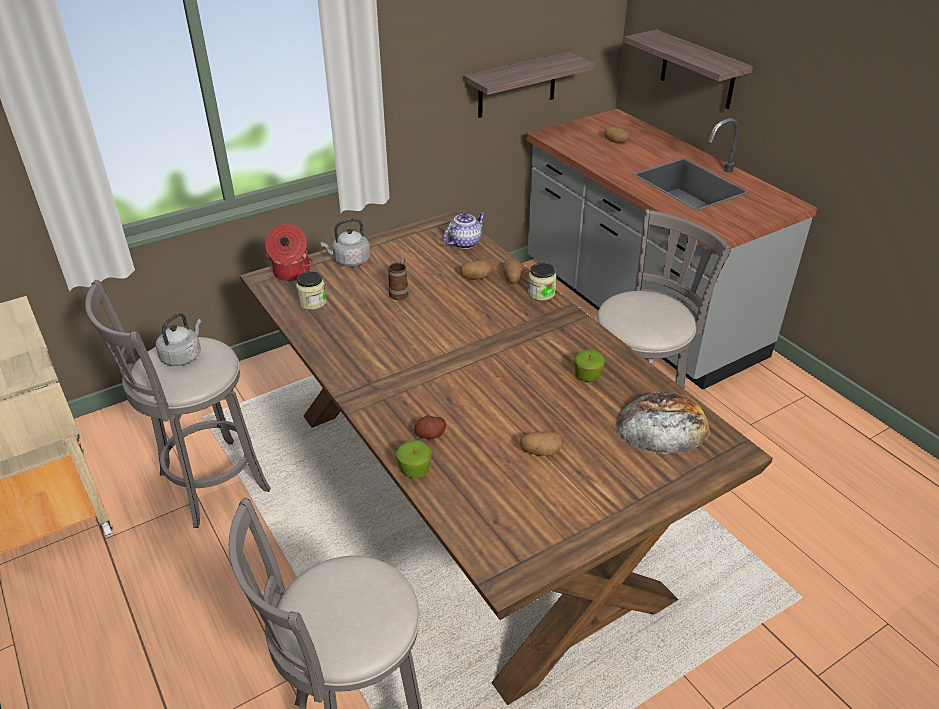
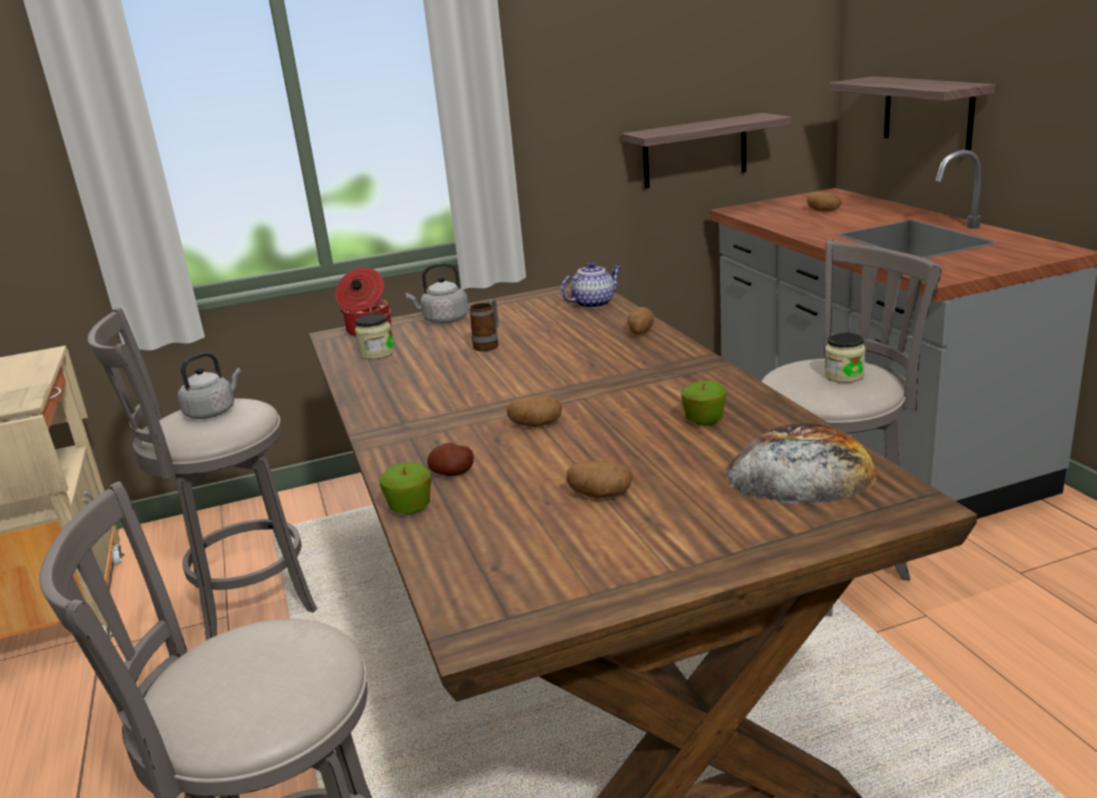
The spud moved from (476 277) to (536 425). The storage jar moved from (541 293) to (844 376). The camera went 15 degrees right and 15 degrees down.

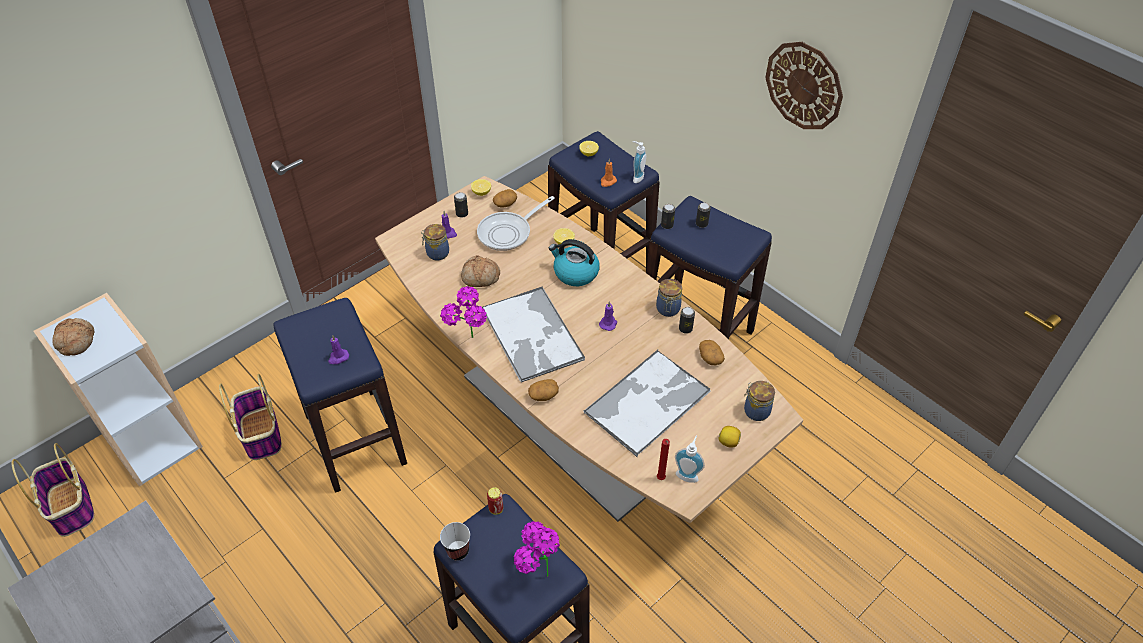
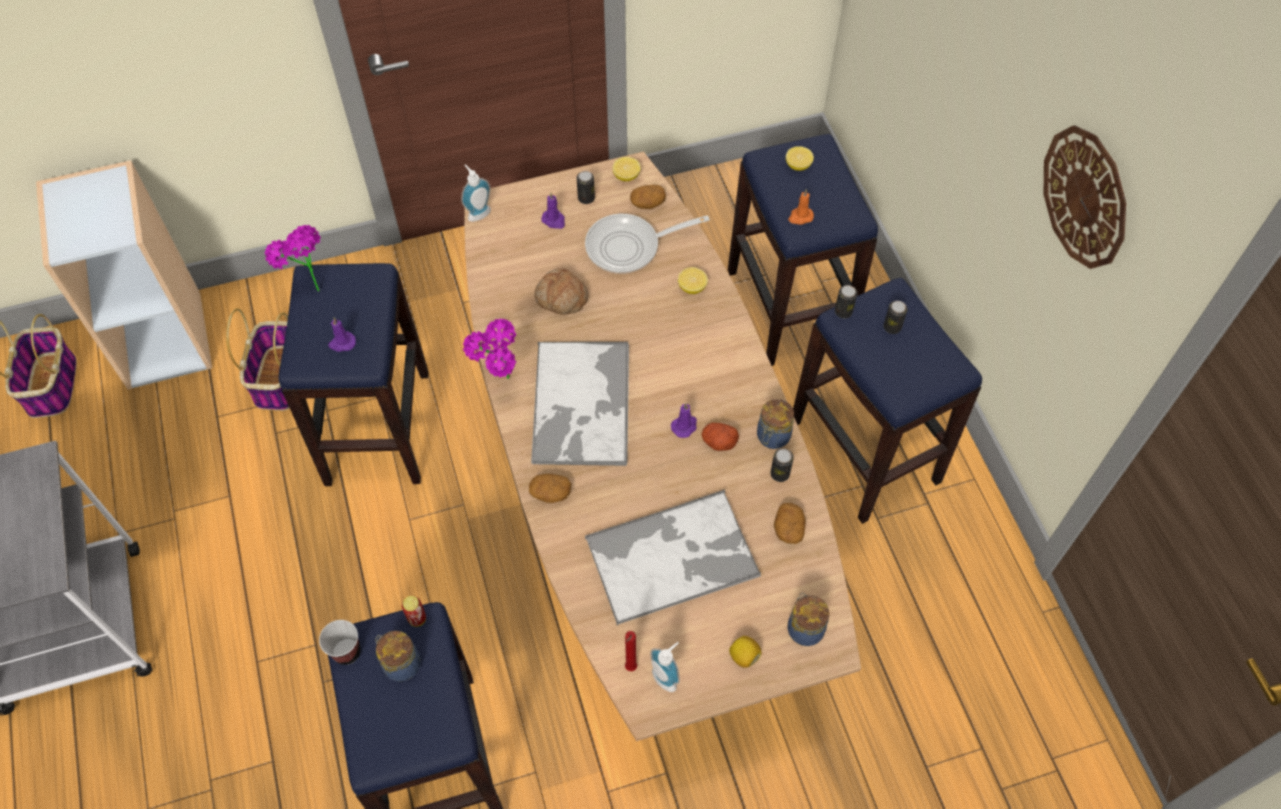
The bakery bread at (75 341) disappeared. The tea kettle at (575 273) disappeared. The spud at (718 442) appeared. The storage jar moved from (436 253) to (401 664). The potted plant moved from (536 575) to (309 286). The liquid soap bottle moved from (636 177) to (477 212). The camera went 25 degrees right and 10 degrees up.

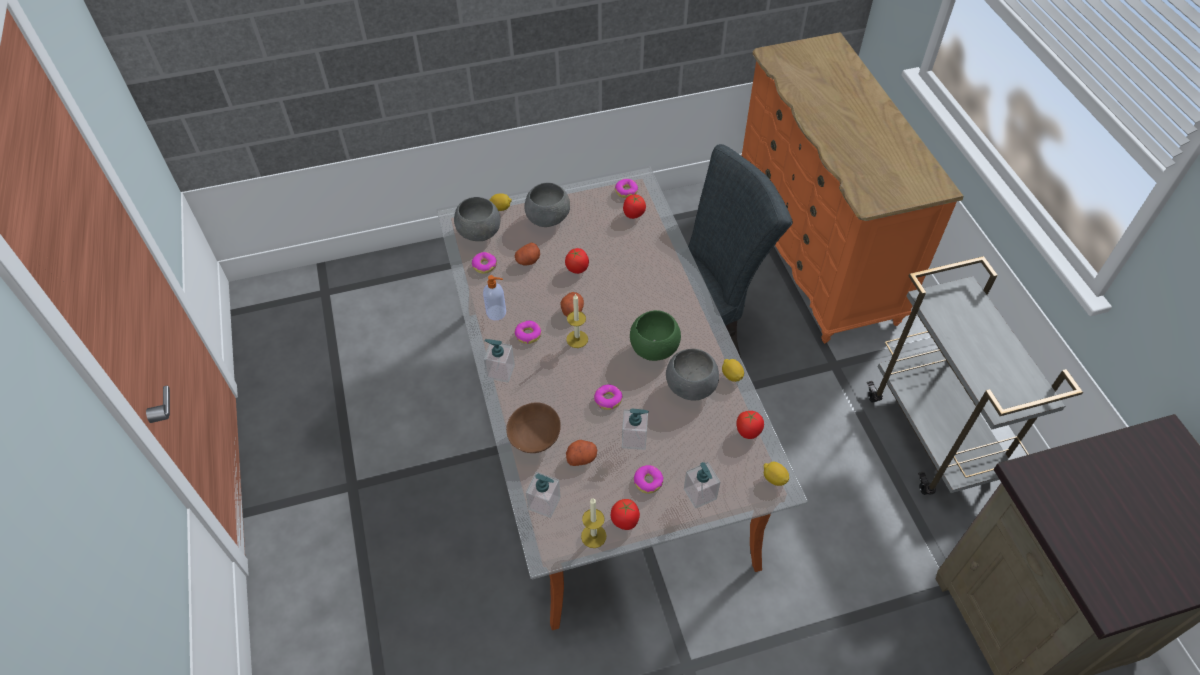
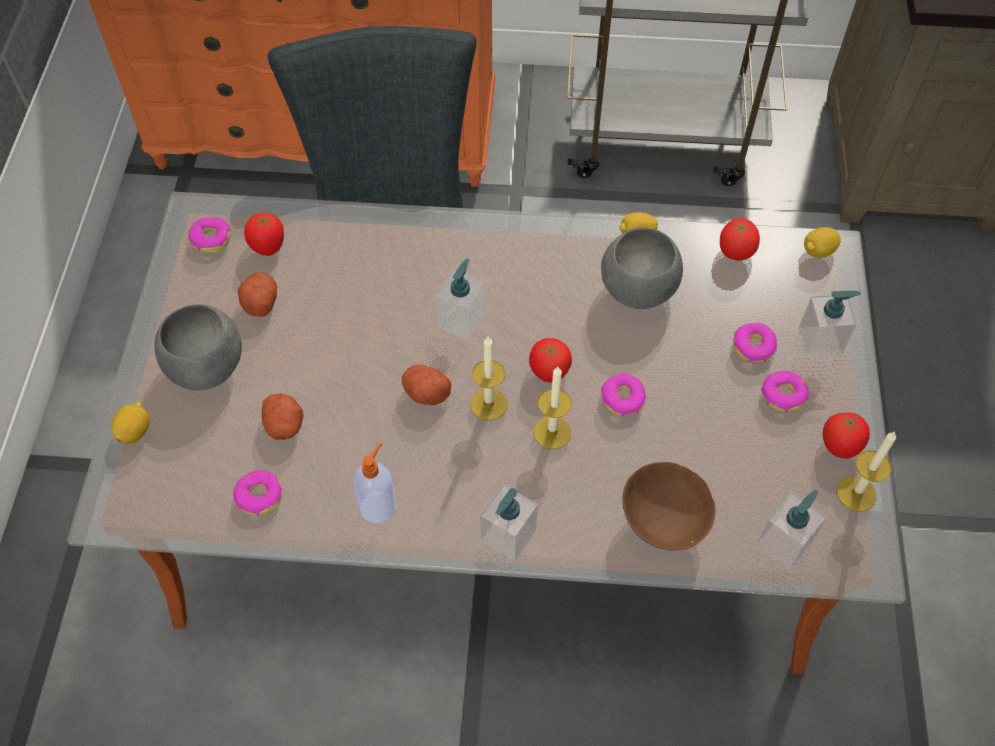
The gray deep dish at (479 234) disappeared. The green-coloured deep dish at (653 348) disappeared. The candle at (552 432) appeared. The doughnut moved from (528 334) to (753 347). The fresh tomato moved from (577 268) to (548 371). The spud moved from (581 457) to (260 302). The liquid soap bottle moved from (634 439) to (461 320). The camera went 70 degrees left and 5 degrees up.

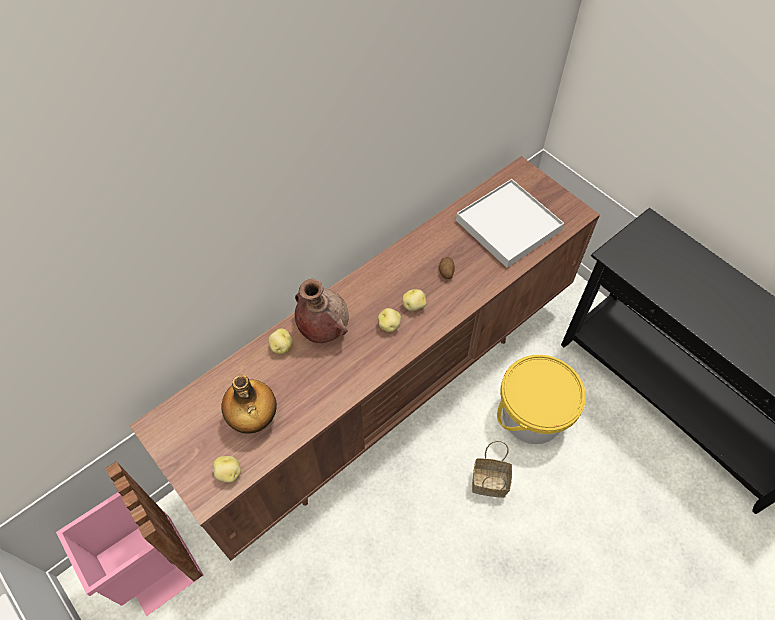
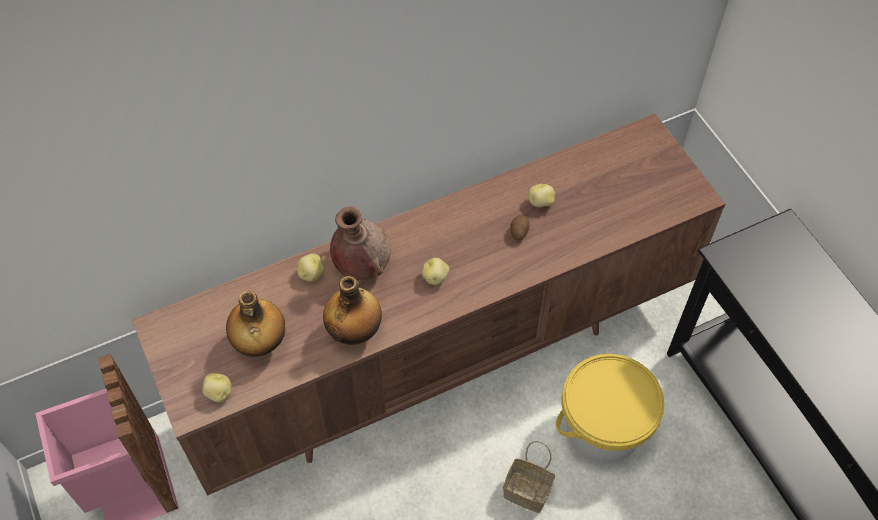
The white tray at (508 226) disappeared. The drink bottle at (355 331) appeared. The spud moved from (414 305) to (541 202). The camera went 15 degrees right and 0 degrees up.

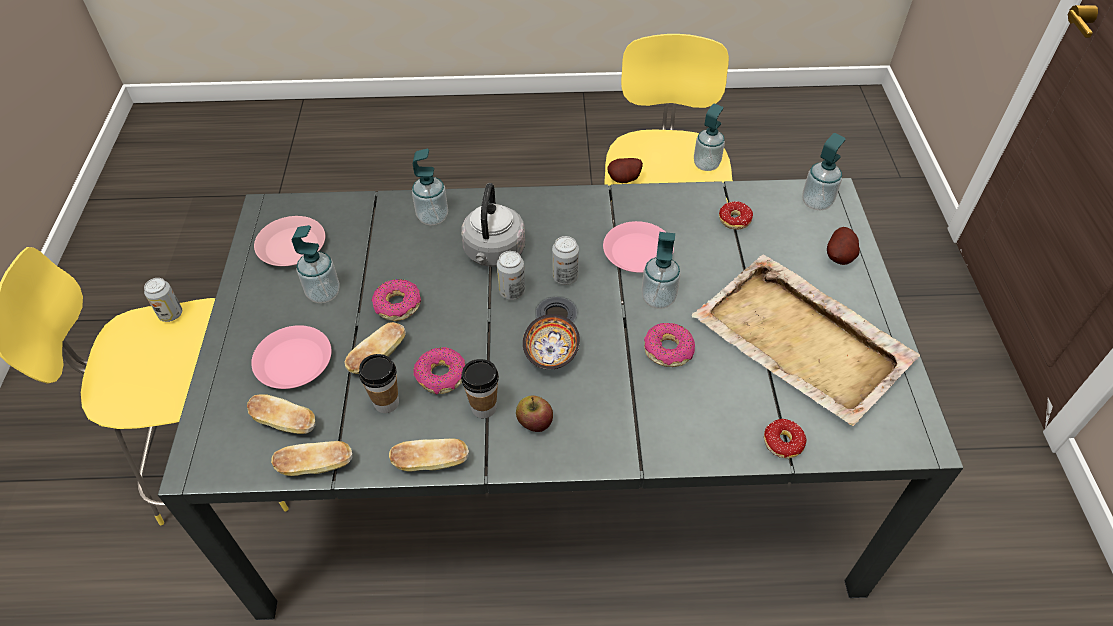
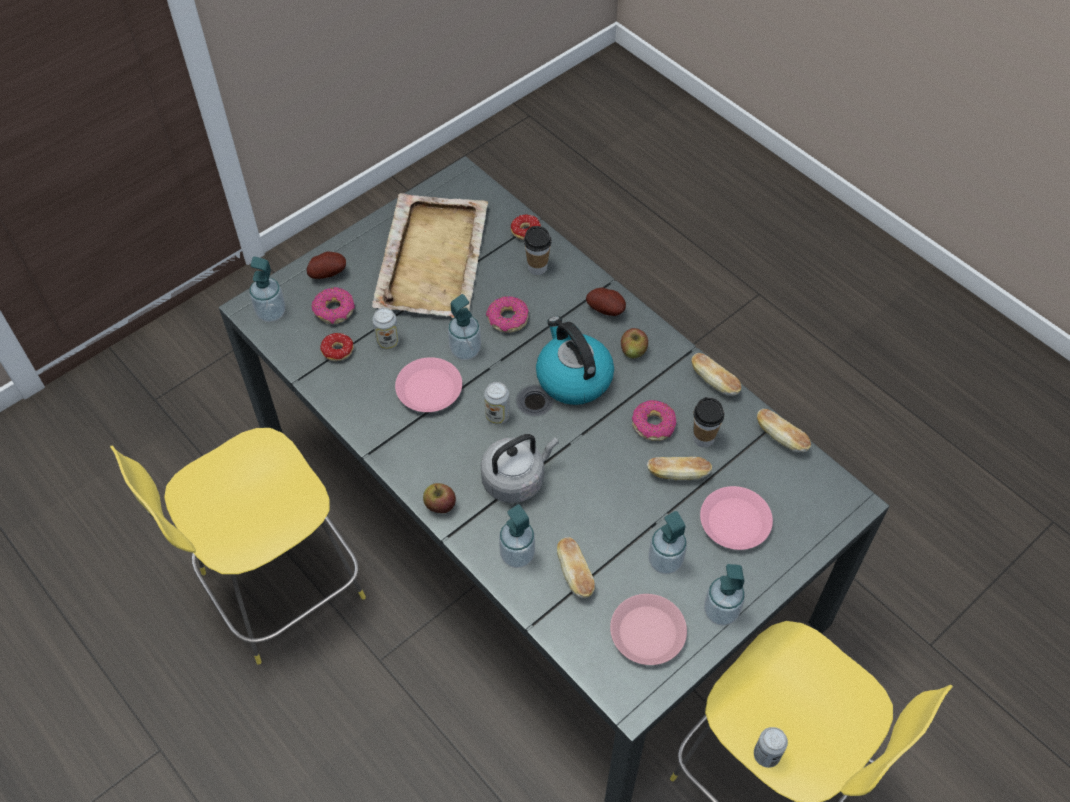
The whole apple at (440 505) appeared. The bakery bread moved from (285 423) to (575 574). The doughnut moved from (397 305) to (334 311). The small cup moved from (484 408) to (537 268). The can moved from (512 292) to (388 342). The spud moved from (625 180) to (607 310). The liquid soap bottle moved from (706 164) to (720 612). The deep dish at (551 352) was replaced by the tea kettle at (573 378). The camera went 130 degrees left and 5 degrees up.

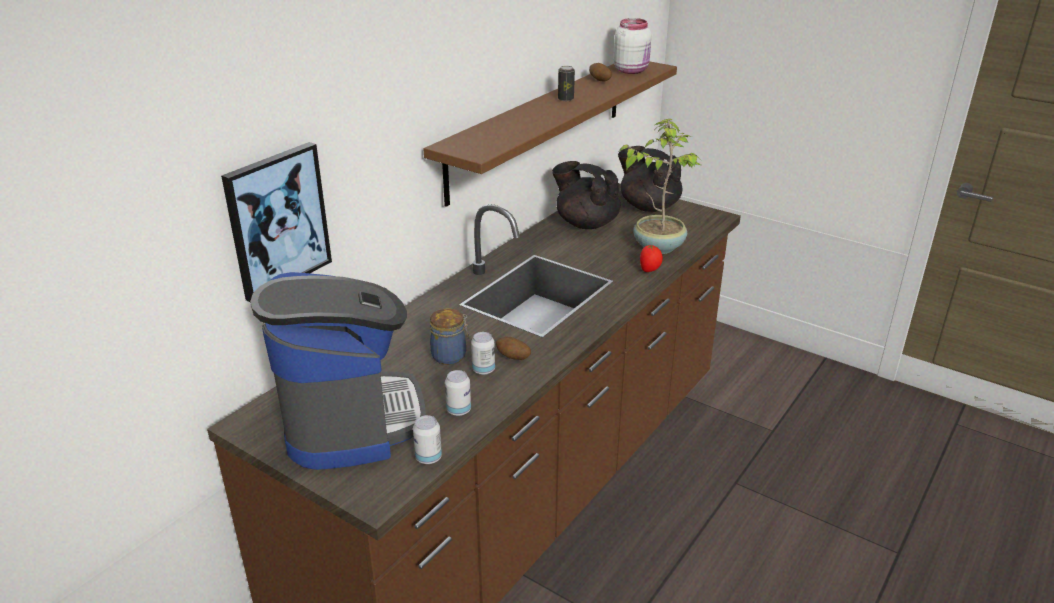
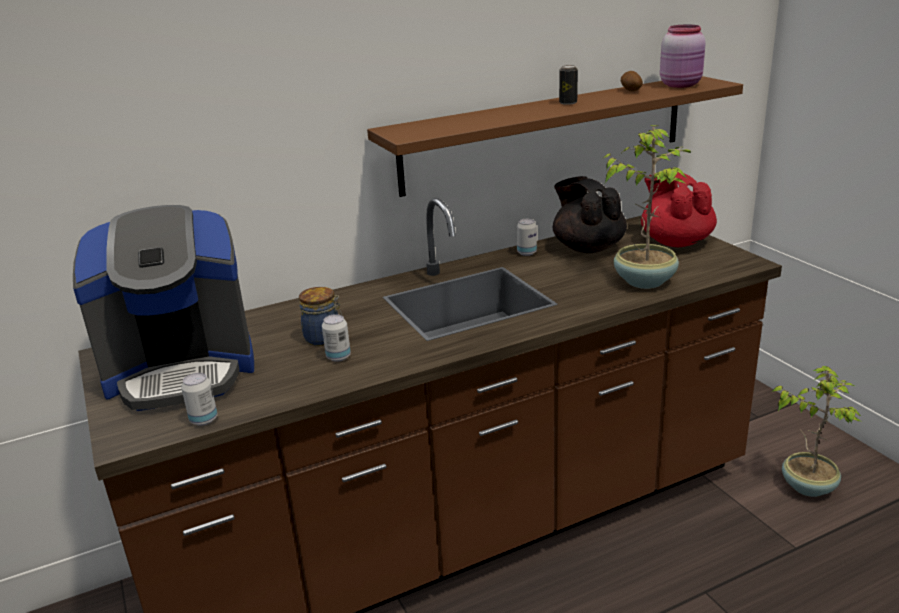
The picture at (277 220) disappeared. The spud at (513 358) disappeared. The fresh tomato at (650 270) disappeared. The potted plant at (808 486) appeared. The can moved from (458 410) to (526 253). The white storage jar at (631 70) became the pink-coloured storage jar at (681 85). The black-coloured tea pot at (648 206) became the red tea pot at (675 242). The coffee maker at (350 419) turned 60 degrees clockwise. The camera went 30 degrees right and 5 degrees down.

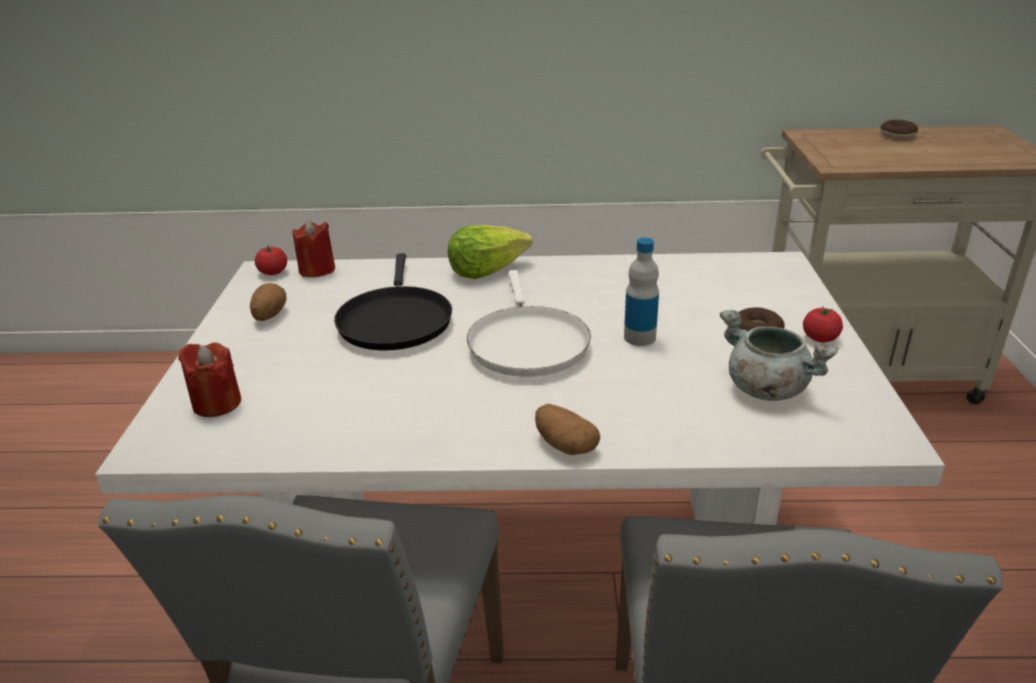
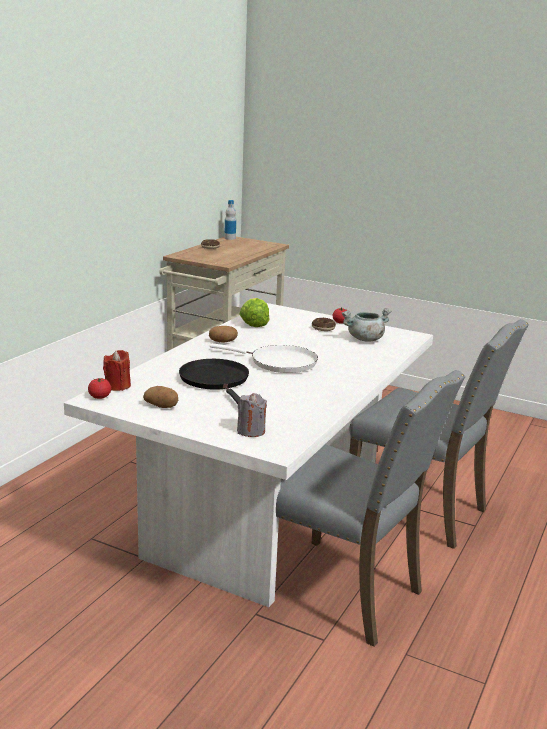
The lettuce moved from (486 270) to (254 323). The spud moved from (564 445) to (223 342). The drink bottle moved from (639 337) to (230 238). The red candle at (217 403) became the gray candle at (251 431). The black-coloured pan at (394 320) turned 135 degrees counterclockwise. The camera went 65 degrees left and 10 degrees down.

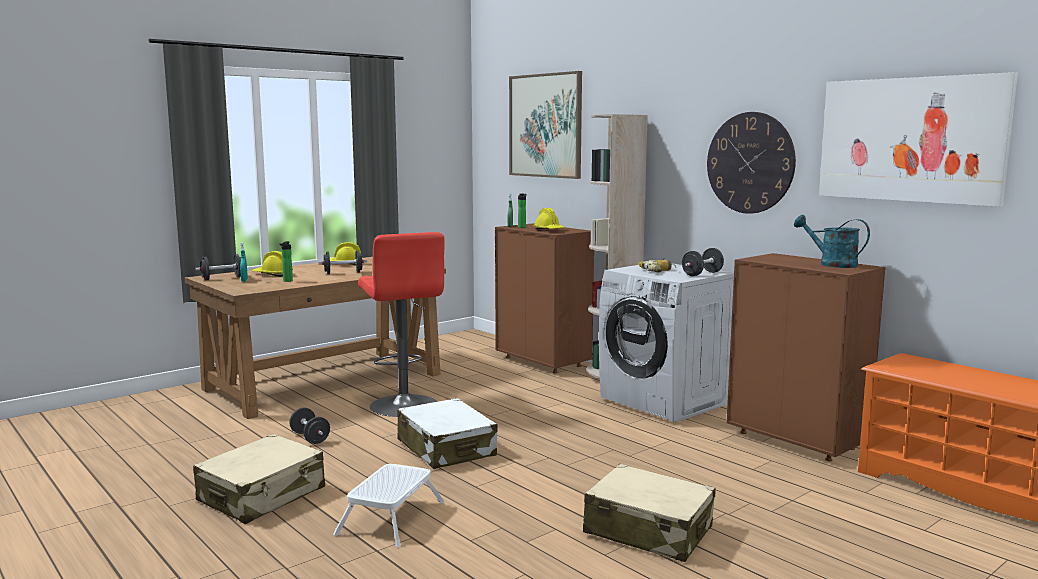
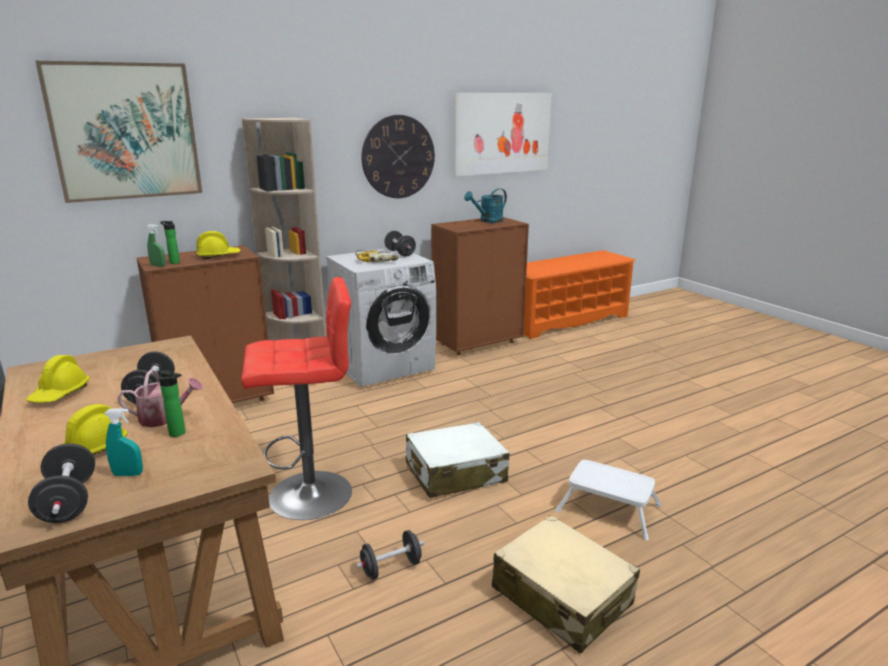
The beige-coloured travel case at (648 530) disappeared. The watering pot at (164 418) appeared. The camera went 80 degrees left and 10 degrees up.

